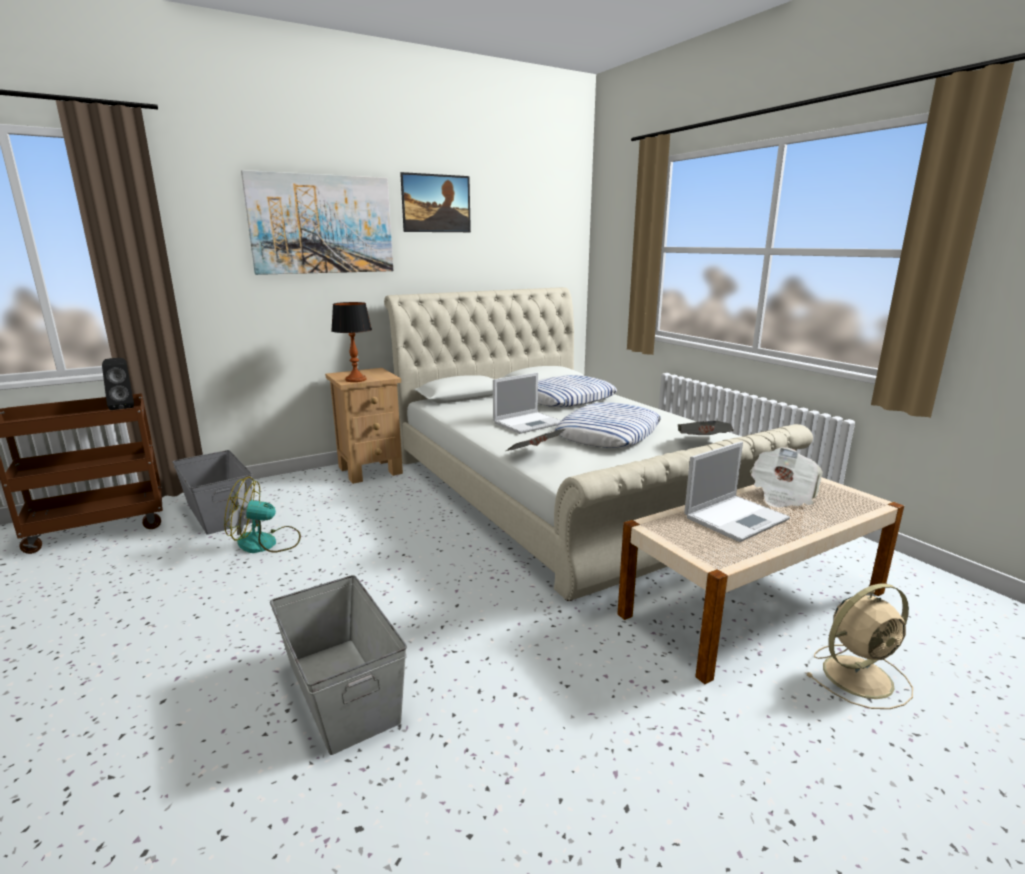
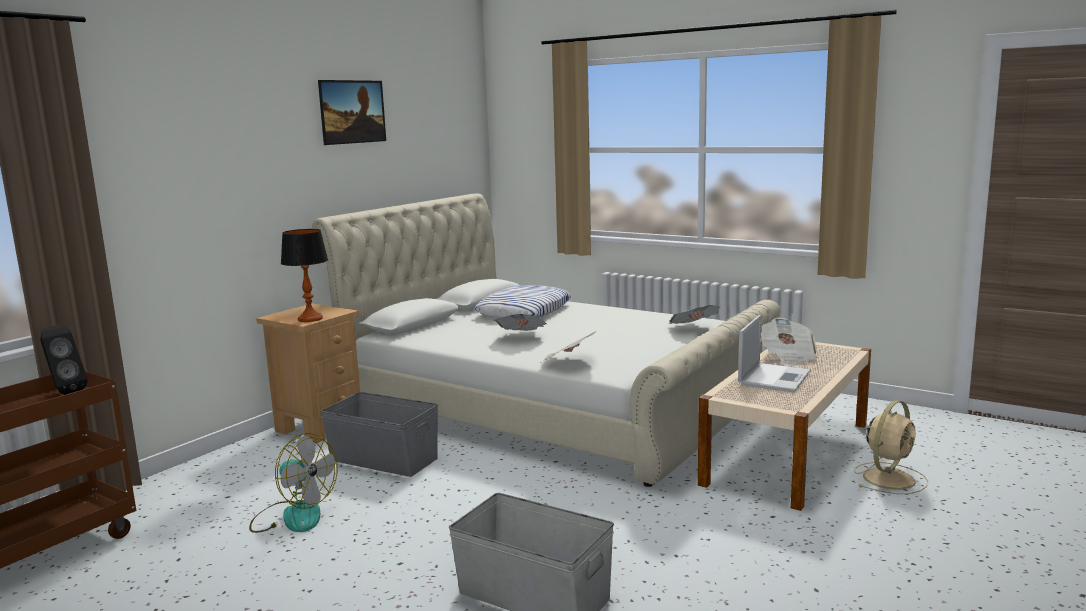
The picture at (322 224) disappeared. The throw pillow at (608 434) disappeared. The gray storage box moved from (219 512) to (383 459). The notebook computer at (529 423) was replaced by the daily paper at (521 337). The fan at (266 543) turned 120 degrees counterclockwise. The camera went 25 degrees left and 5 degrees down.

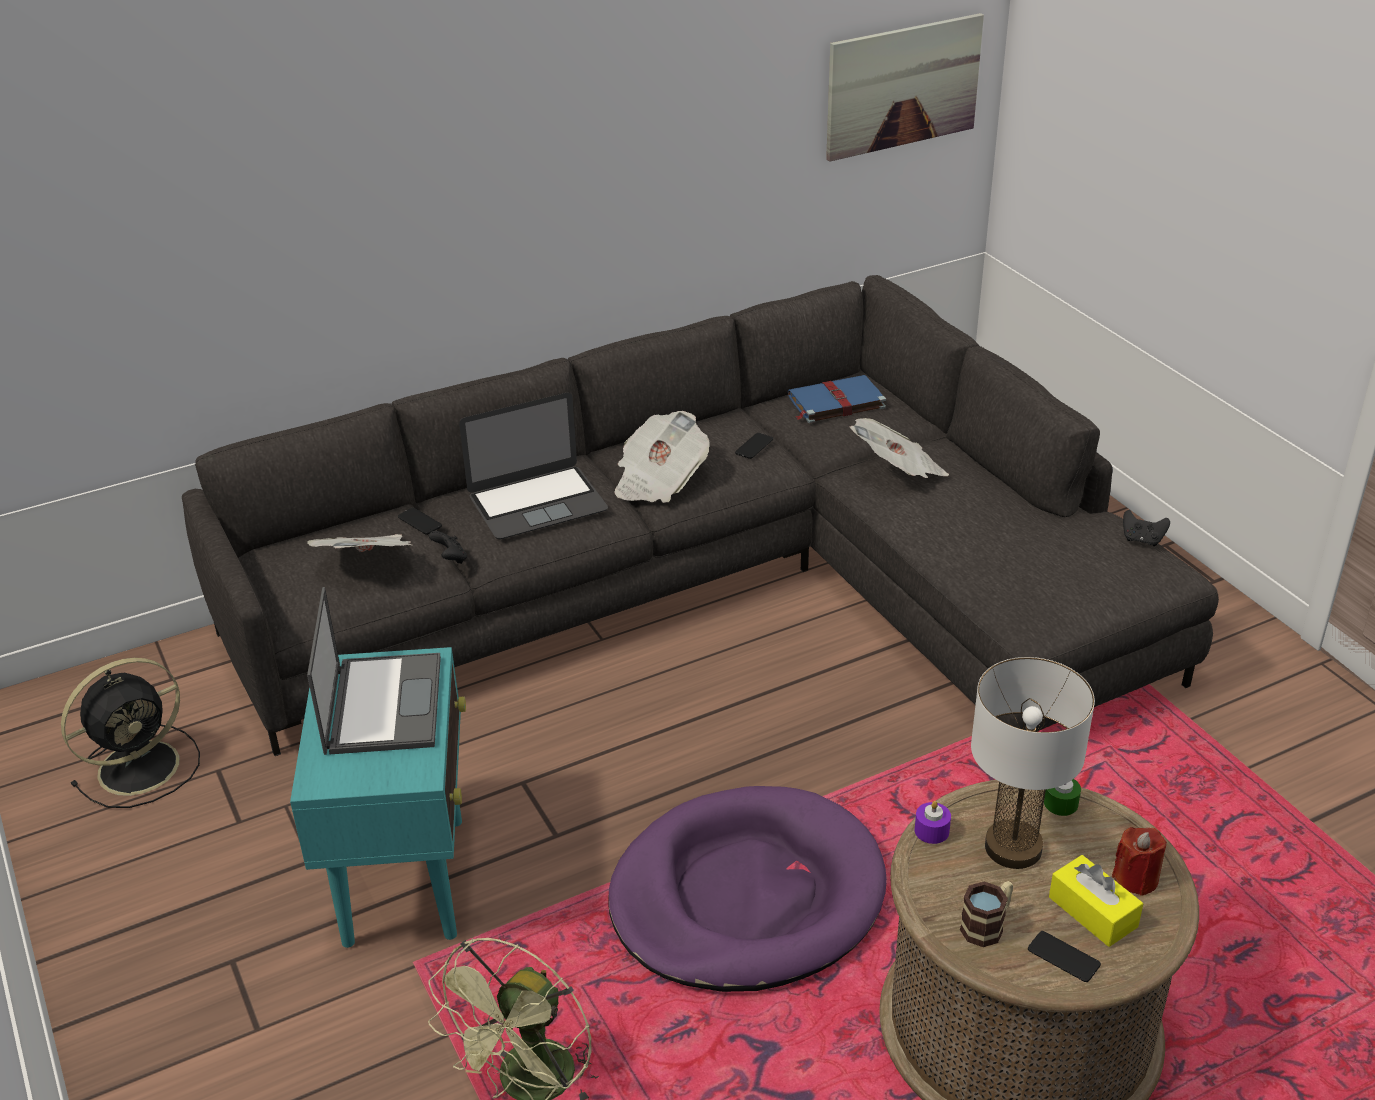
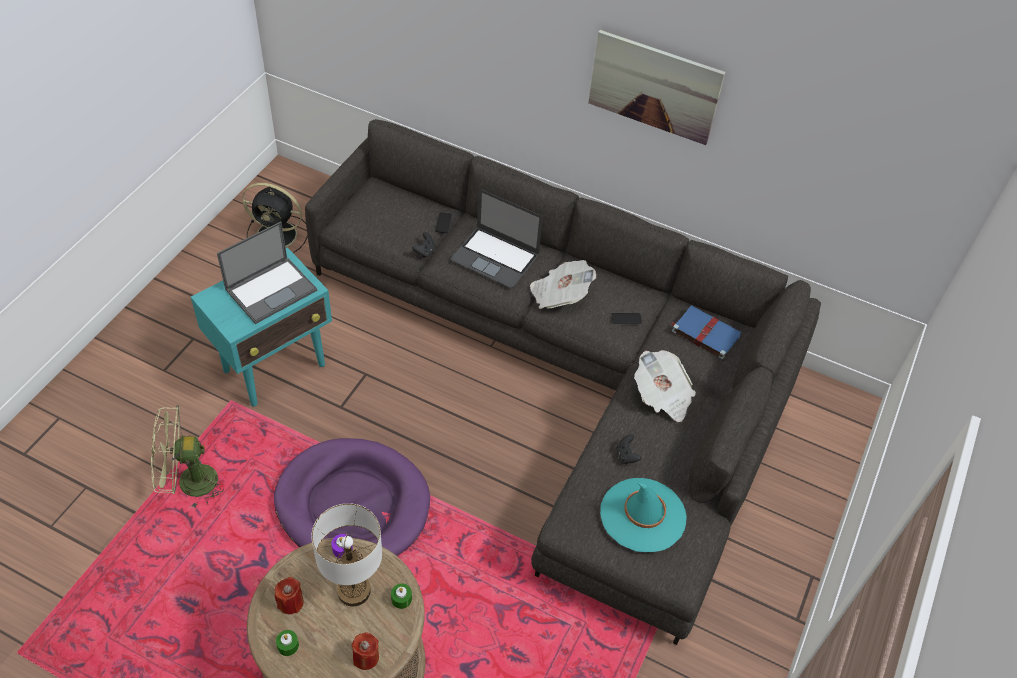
The daily paper at (368 564) disappeared. The yellow tissue box at (1092 912) disappeared. The turquoise-coloured hat at (642 515) appeared. The picture moved from (903 86) to (654 87). The black-coloured game controller moved from (1142 540) to (626 456). The mug at (987 925) was replaced by the red candle at (290 602). The phone at (1063 957) was replaced by the green-coloured candle at (288 645). The camera went 50 degrees right and 15 degrees up.

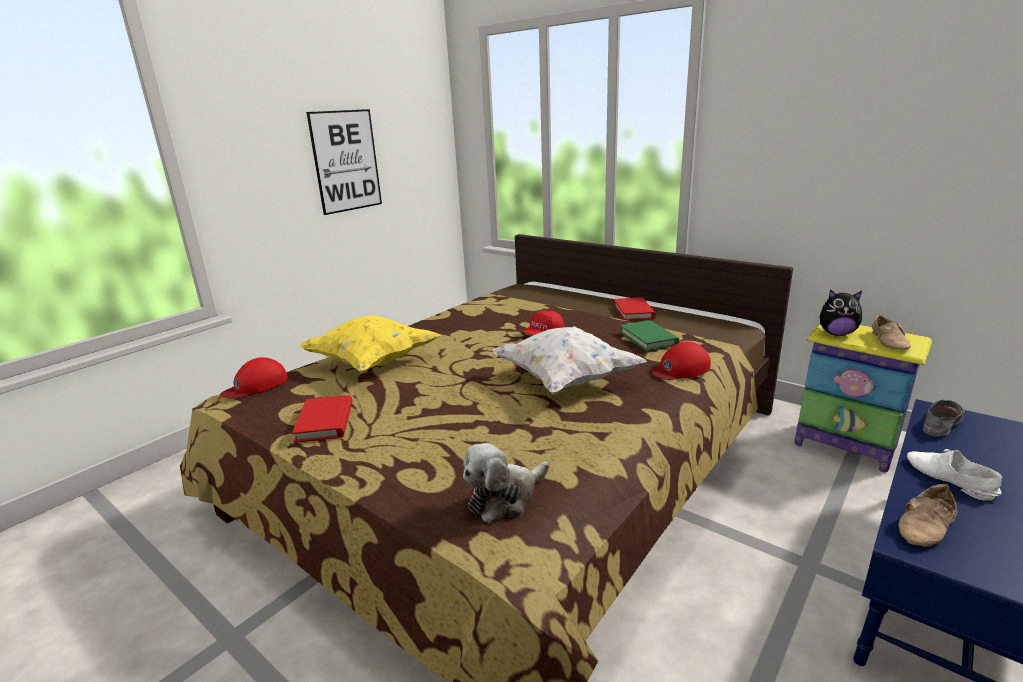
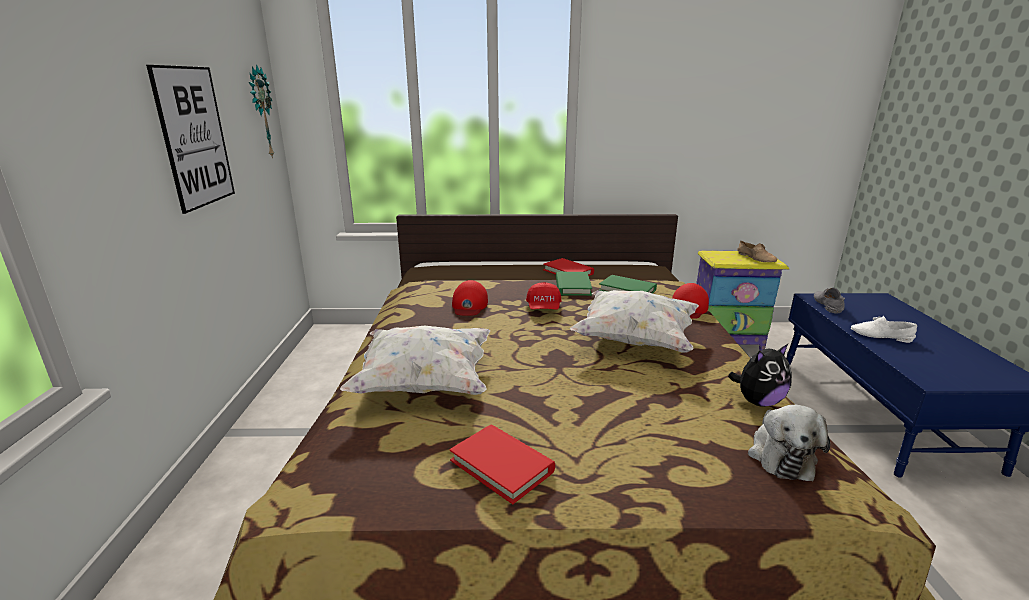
The beige-coloured shoe at (928 526) disappeared. The hanging clock at (260 113) appeared. The green-coloured book at (572 286) appeared. The red cap moved from (256 385) to (469 305). The soft toy moved from (836 333) to (758 401). The yellow throw pillow at (372 362) became the white throw pillow at (424 384). The camera went 40 degrees left and 0 degrees up.

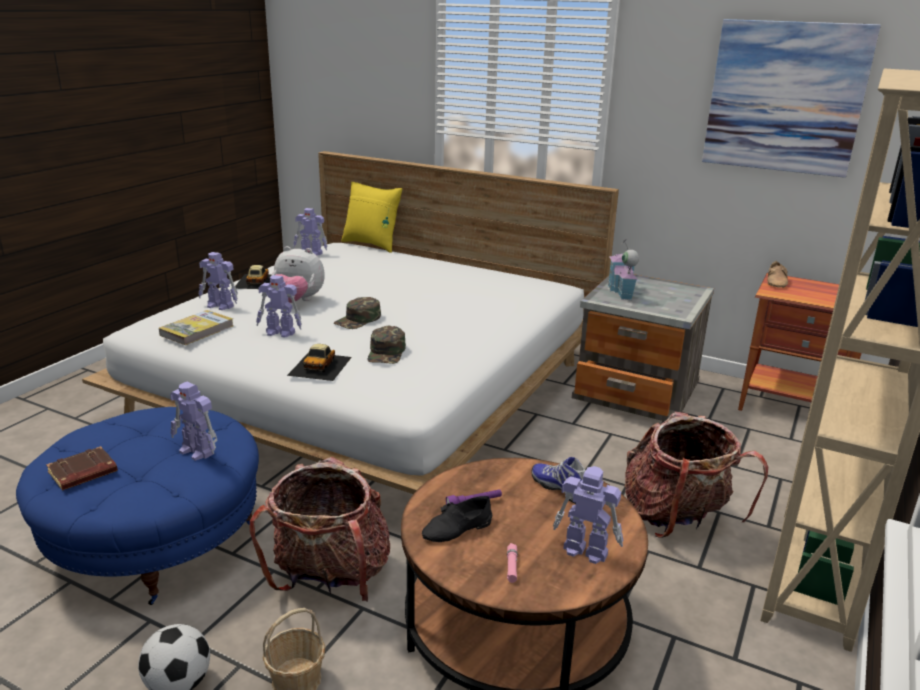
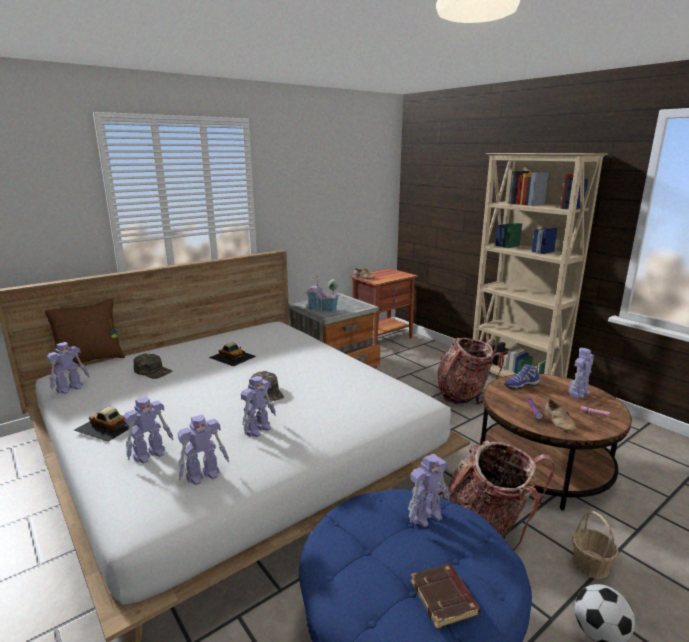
The soft toy at (298 301) disappeared. The picture at (785 97) disappeared. The model car moved from (320 366) to (232 356). The green-coloured cap moved from (387 352) to (153 371). The book at (197 330) was replaced by the toy robot at (204 475). The yellow throw pillow at (371 245) became the brown-coloured throw pillow at (90 362). The black-coloured shoe at (458 529) became the beige-coloured shoe at (559 421). The camera went 65 degrees left and 5 degrees down.

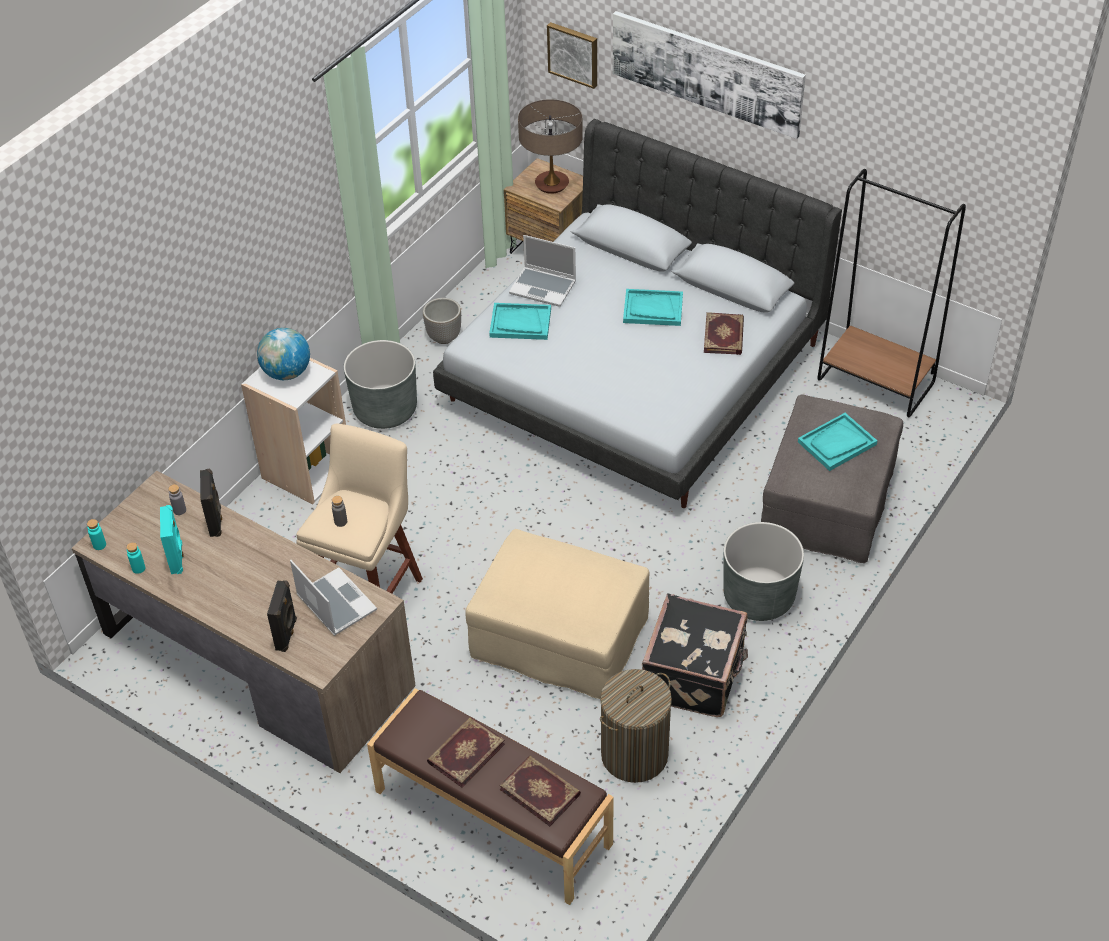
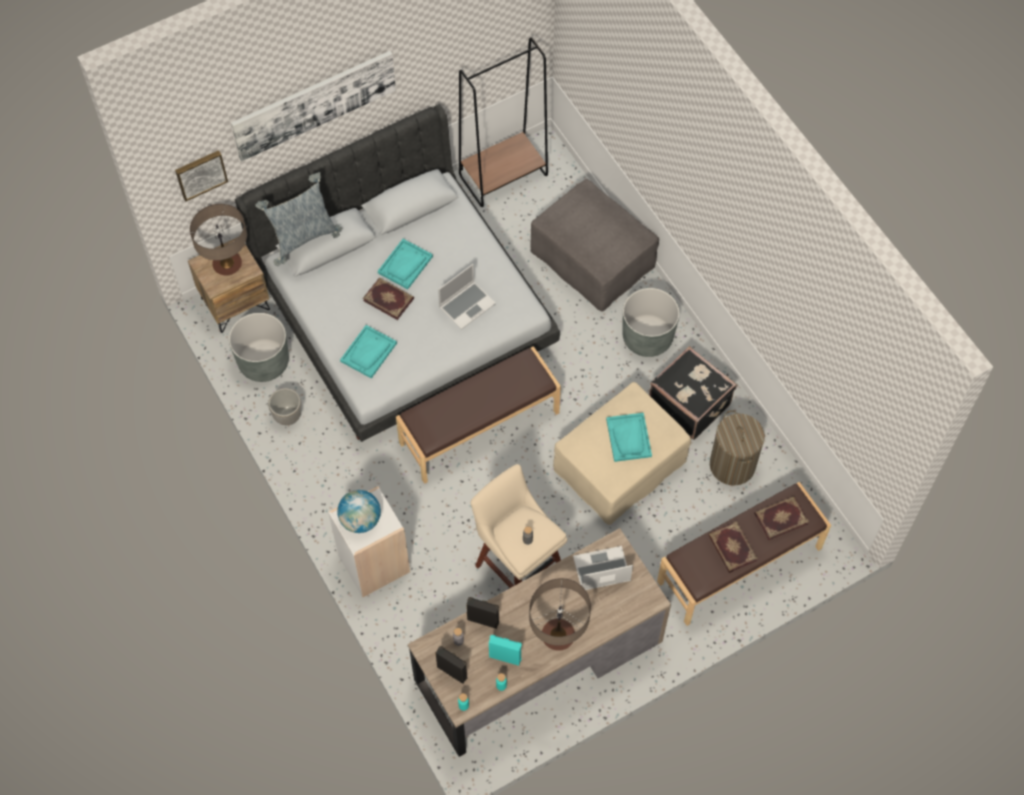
The throw pillow at (302 240) appeared. The brown-coloured long seat at (479 427) appeared. The lamp for a table at (558 635) appeared. The black-coloured loudspeaker moved from (287 634) to (452 671). The gray plant pot moved from (385 409) to (264 362). The notebook computer moved from (544 287) to (467 305). The book moved from (724 336) to (389 299). The turquoise-coloured tray moved from (837 443) to (629 438). The camera went 65 degrees left and 15 degrees up.

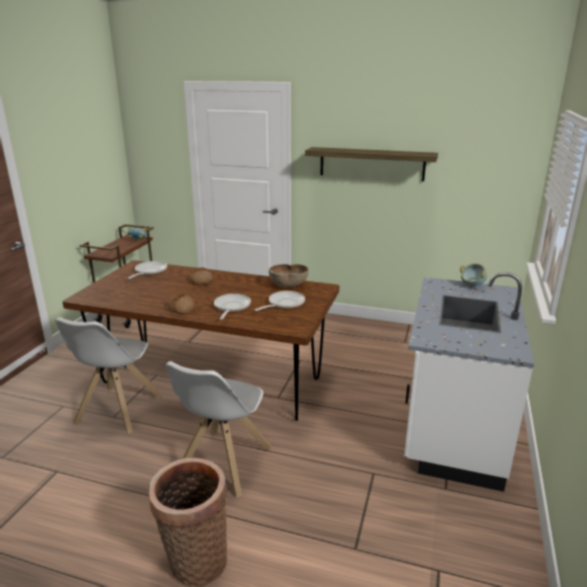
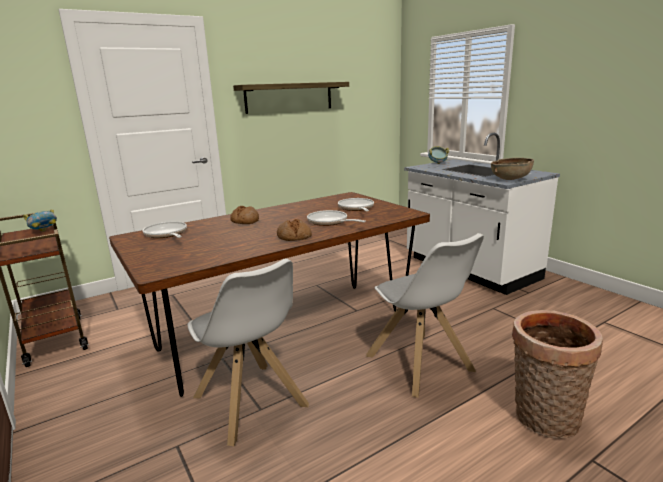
The brown-coloured deep dish moved from (288 285) to (511 179). The camera went 50 degrees left and 5 degrees down.

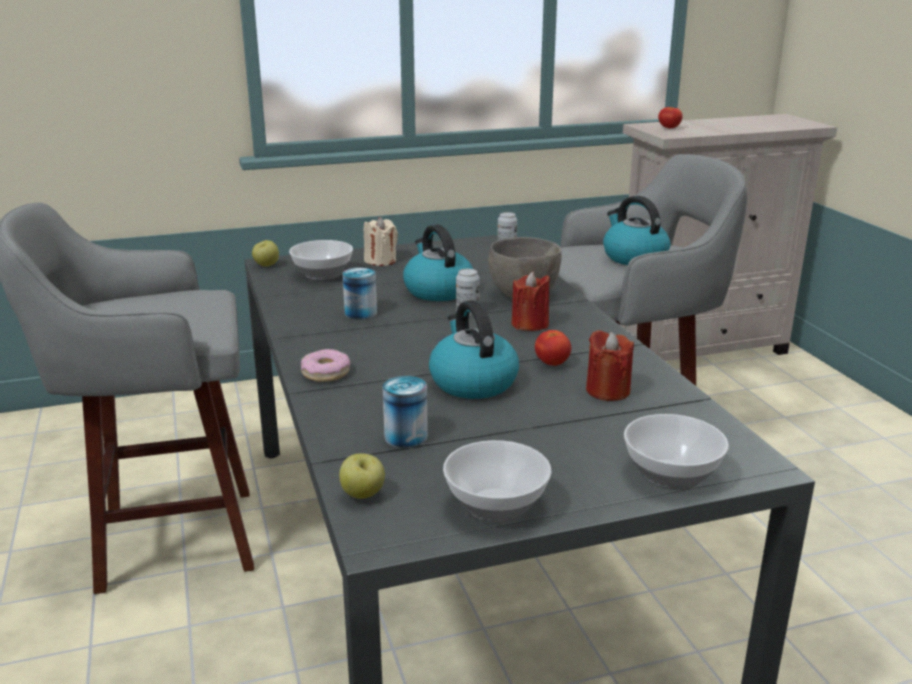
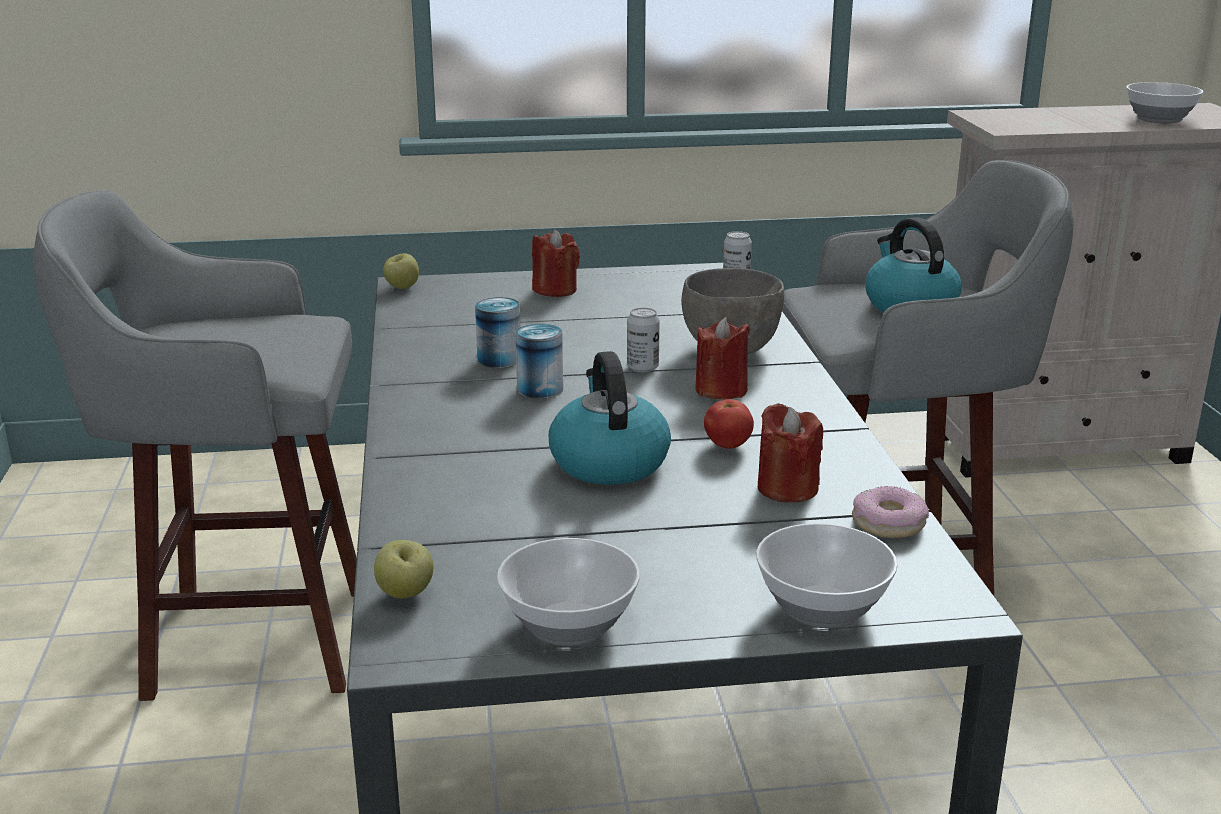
The tea kettle at (437 290) disappeared. The fresh tomato at (669 128) disappeared. The deep dish moved from (322 274) to (1158 119). The doughnut moved from (325 373) to (888 523). The can moved from (406 437) to (540 389). The beige-coloured candle at (380 261) became the red candle at (555 290). The camera went 10 degrees right and 0 degrees up.

